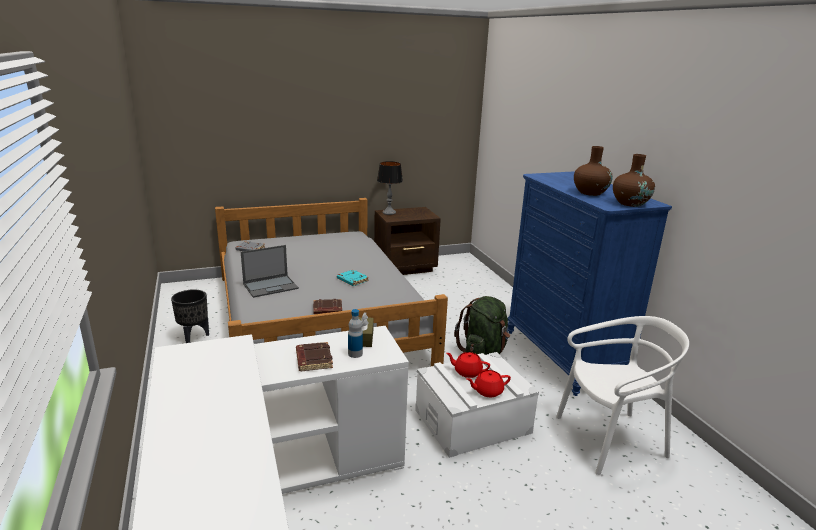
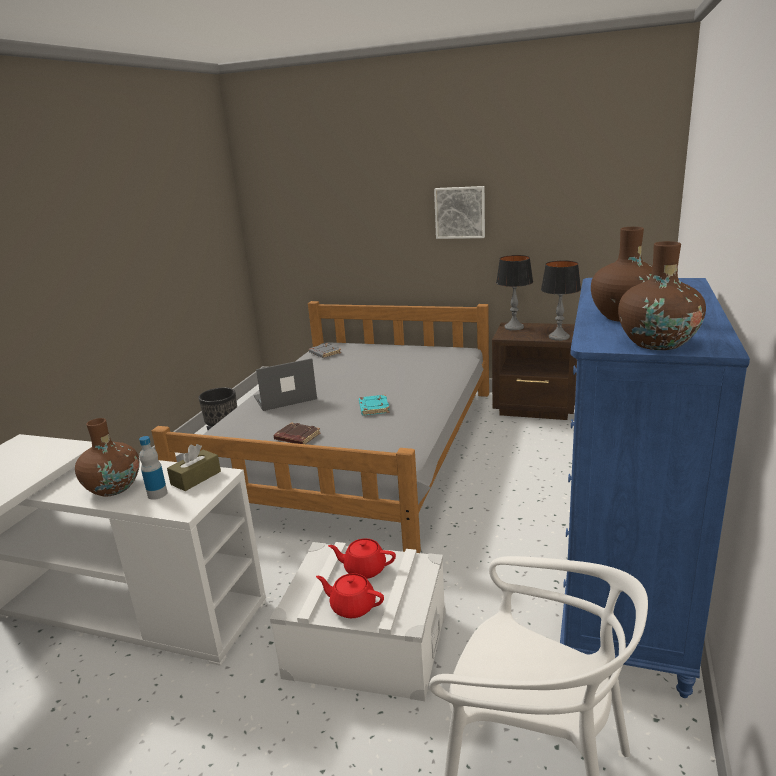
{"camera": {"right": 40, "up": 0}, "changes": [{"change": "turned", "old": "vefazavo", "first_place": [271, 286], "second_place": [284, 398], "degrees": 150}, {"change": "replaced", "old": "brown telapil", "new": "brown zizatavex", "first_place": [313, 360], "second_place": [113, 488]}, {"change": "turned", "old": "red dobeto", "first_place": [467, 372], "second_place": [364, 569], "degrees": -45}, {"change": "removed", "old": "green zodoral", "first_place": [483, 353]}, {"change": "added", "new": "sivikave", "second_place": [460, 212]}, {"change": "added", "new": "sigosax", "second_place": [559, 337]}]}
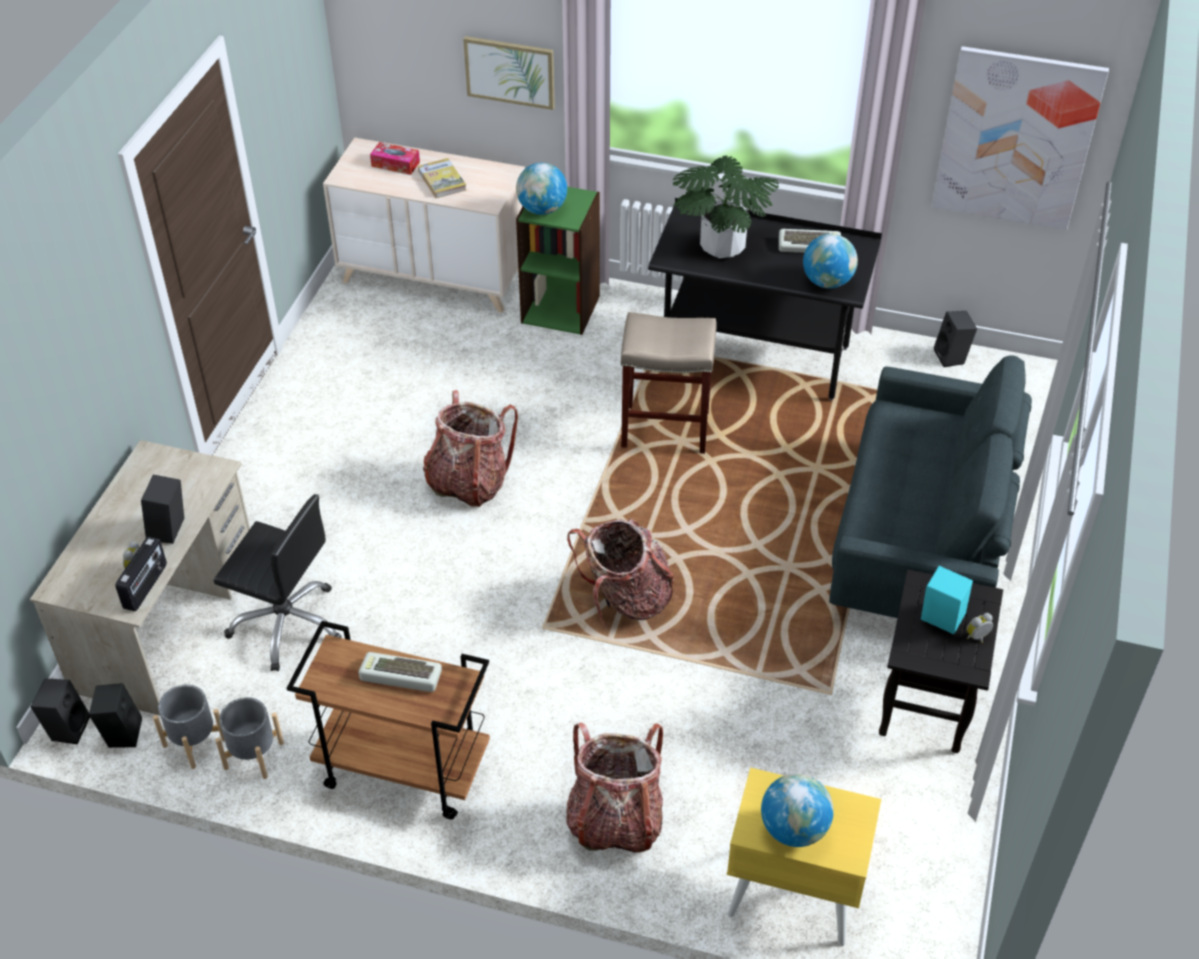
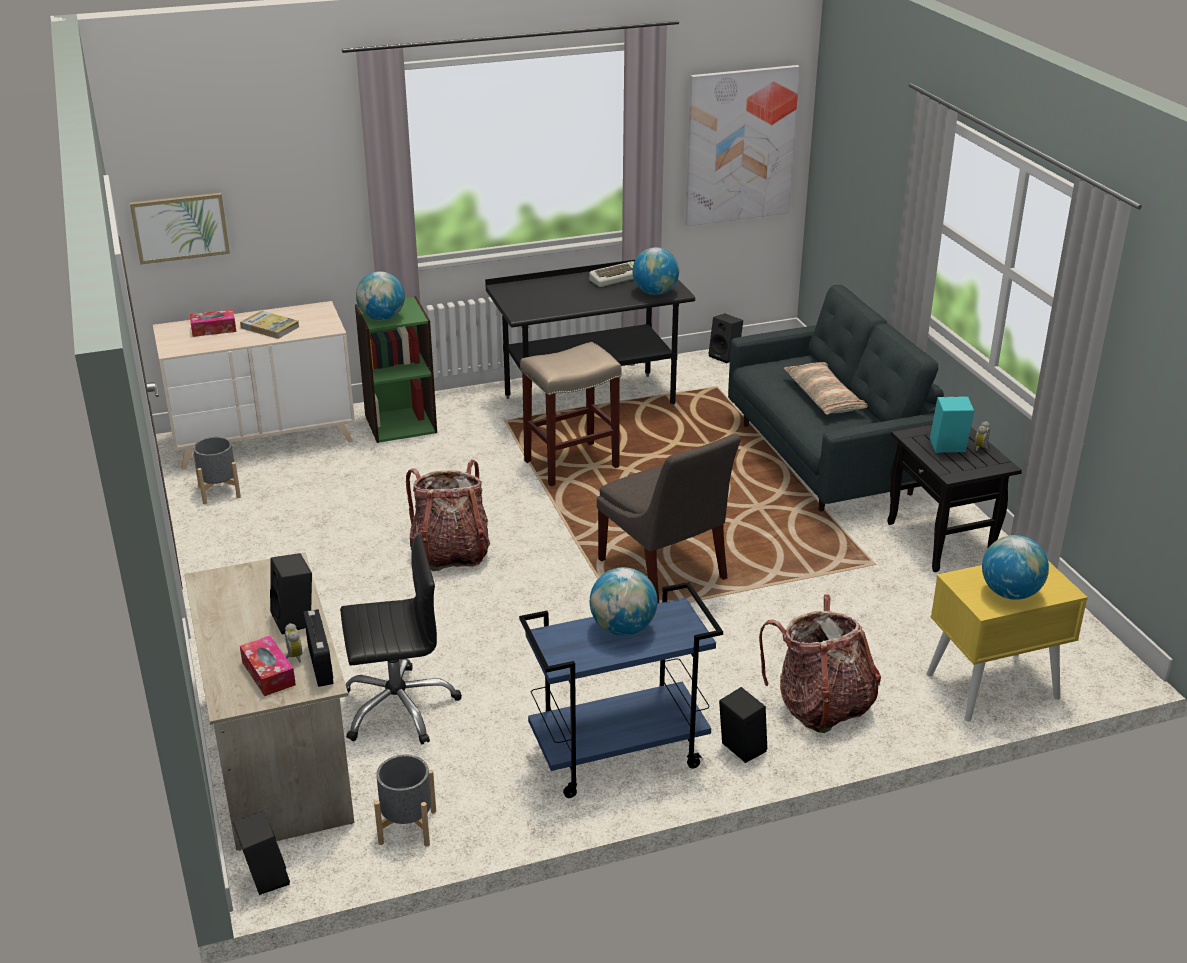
{"camera": {"right": -35, "up": -15}, "changes": [{"change": "moved", "old": "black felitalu", "first_place": [121, 732], "second_place": [740, 749]}, {"change": "moved", "old": "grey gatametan", "first_place": [253, 755], "second_place": [219, 492]}, {"change": "recoloured", "old": "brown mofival", "new": "blue mofival", "first_place": [402, 770], "second_place": [617, 756]}, {"change": "replaced", "old": "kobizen", "new": "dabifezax", "first_place": [399, 676], "second_place": [623, 629]}, {"change": "moved", "old": "sivikave", "first_place": [510, 71], "second_place": [180, 227]}, {"change": "replaced", "old": "zodoral", "new": "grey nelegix", "first_place": [626, 599], "second_place": [664, 573]}, {"change": "removed", "old": "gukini", "first_place": [723, 247]}, {"change": "added", "new": "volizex", "second_place": [268, 673]}, {"change": "added", "new": "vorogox", "second_place": [824, 398]}]}
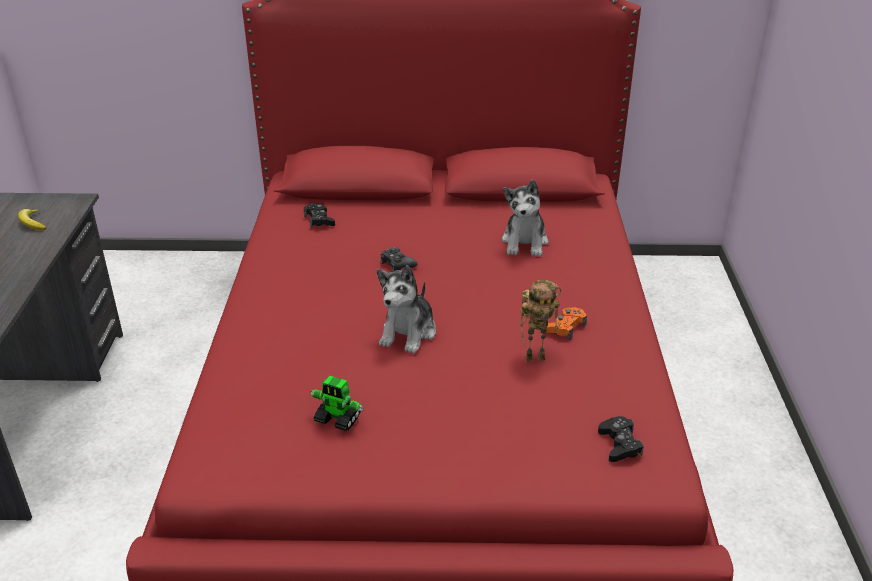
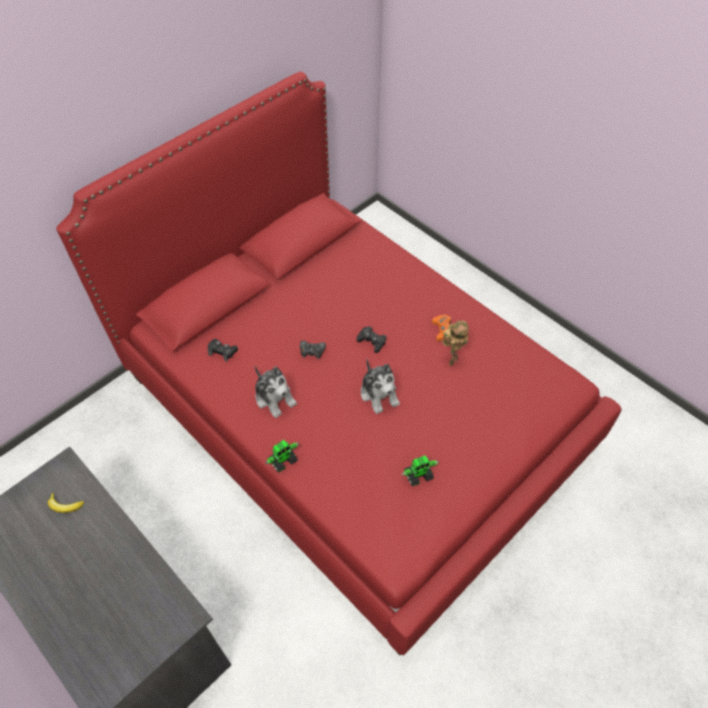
{"camera": {"right": -45, "up": 20}, "changes": [{"change": "moved", "old": "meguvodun", "first_place": [525, 242], "second_place": [274, 397]}, {"change": "moved", "old": "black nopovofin", "first_place": [619, 444], "second_place": [372, 341]}, {"change": "added", "new": "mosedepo", "second_place": [283, 460]}]}
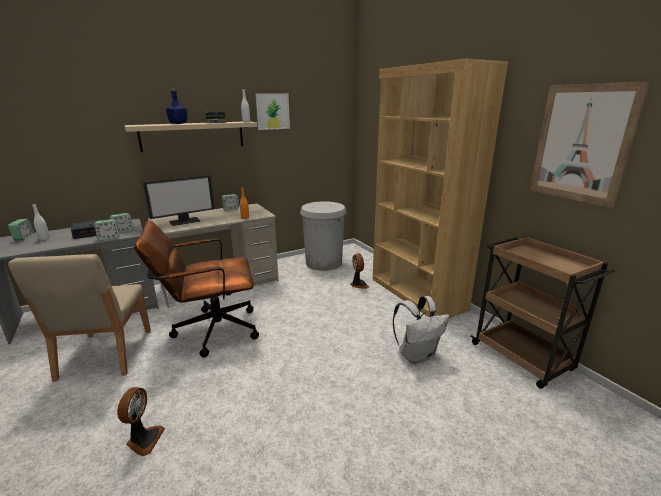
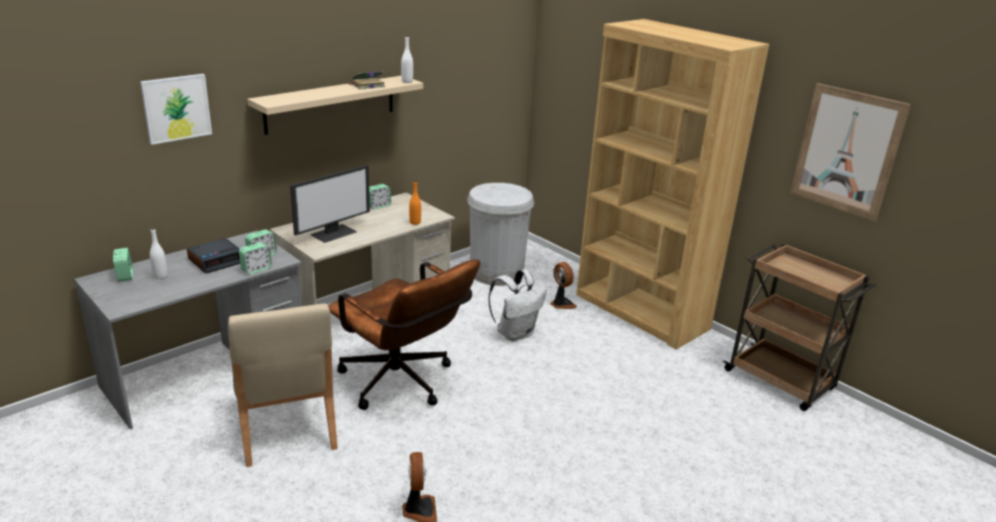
{"camera": {"right": -15, "up": 5}, "changes": [{"change": "turned", "old": "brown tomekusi", "first_place": [209, 331], "second_place": [402, 385], "degrees": -105}, {"change": "removed", "old": "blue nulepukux", "first_place": [178, 123]}, {"change": "moved", "old": "sivikave", "first_place": [272, 111], "second_place": [176, 108]}, {"change": "moved", "old": "white zodoral", "first_place": [417, 355], "second_place": [515, 333]}]}
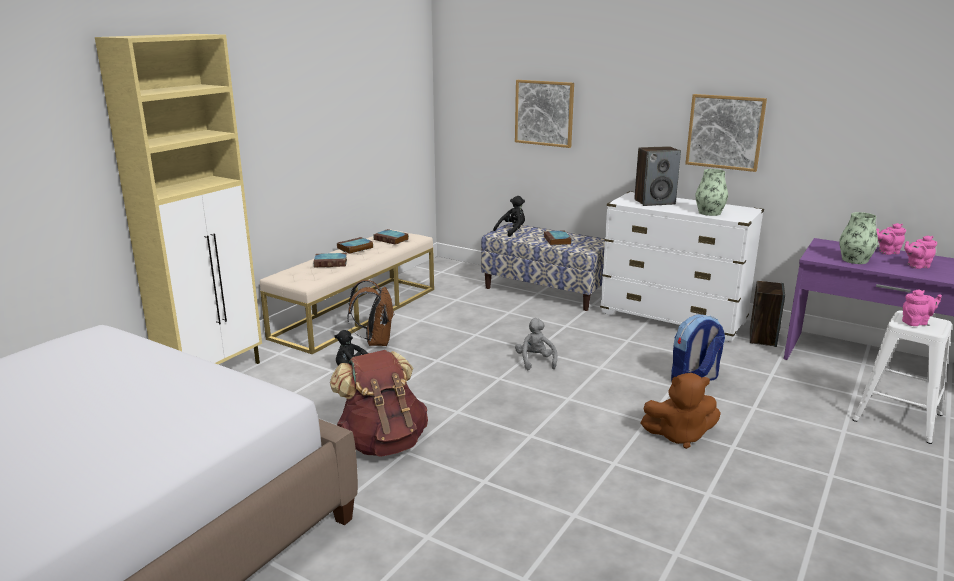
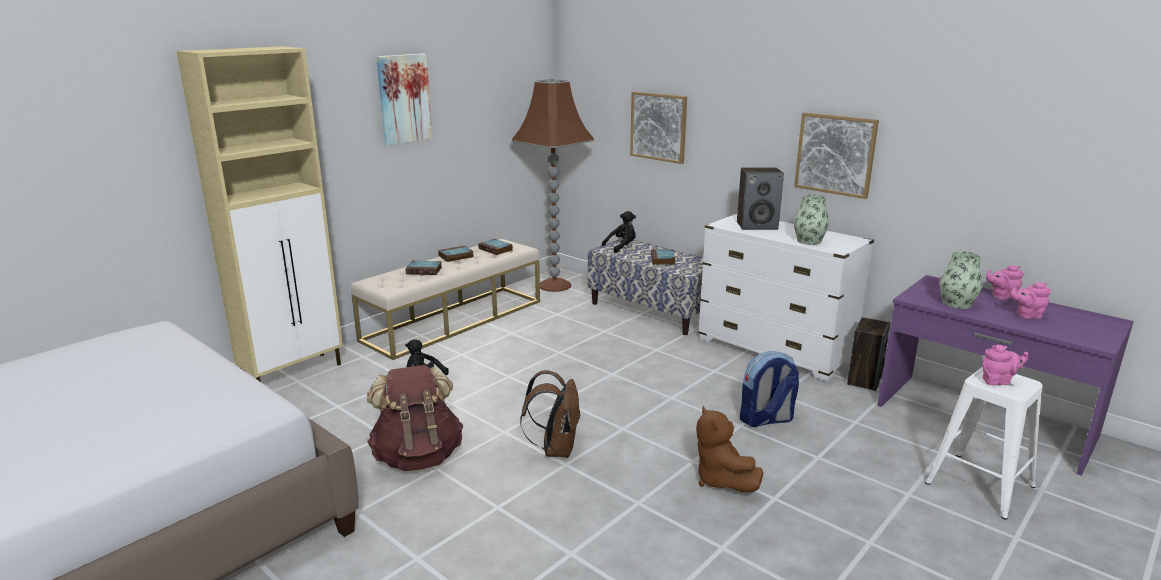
{"camera": {"right": 10, "up": 0}, "changes": [{"change": "moved", "old": "brown zodoral", "first_place": [376, 342], "second_place": [556, 449]}, {"change": "removed", "old": "grey meguvodun", "first_place": [535, 361]}, {"change": "turned", "old": "brown meguvodun", "first_place": [679, 435], "second_place": [721, 480], "degrees": 60}, {"change": "added", "new": "sivikave", "second_place": [404, 99]}, {"change": "added", "new": "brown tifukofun", "second_place": [553, 285]}]}
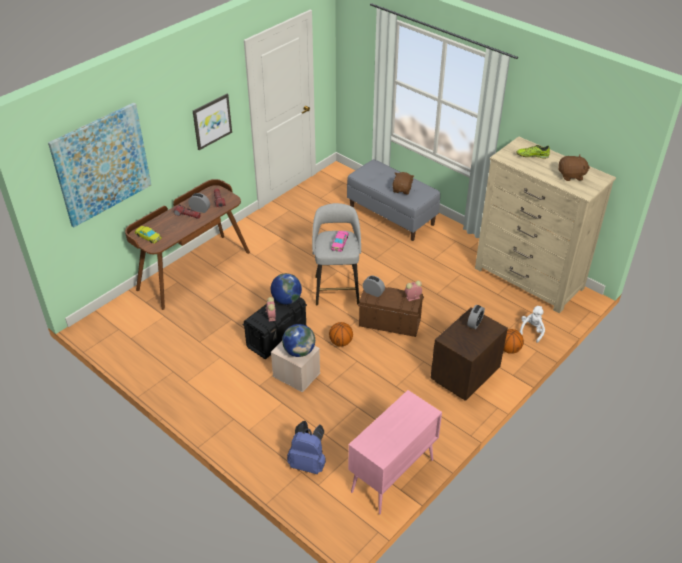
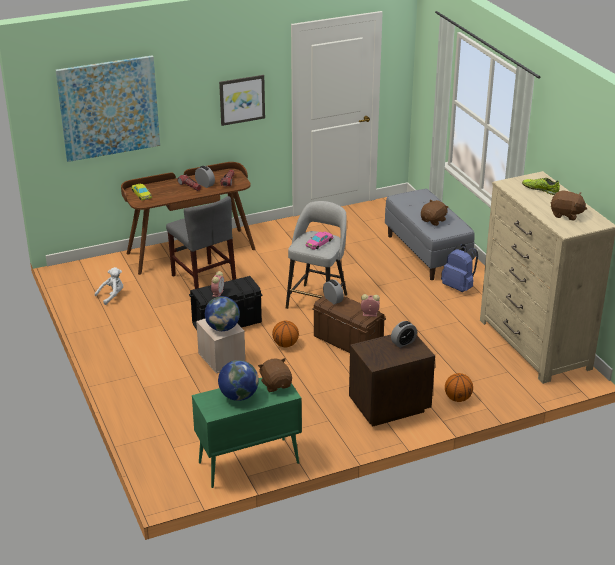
{"camera": {"right": 25, "up": -10}, "changes": [{"change": "moved", "old": "dabifezax", "first_place": [286, 300], "second_place": [238, 396]}, {"change": "moved", "old": "blue zodoral", "first_place": [308, 463], "second_place": [459, 287]}, {"change": "recoloured", "old": "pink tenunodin", "new": "green tenunodin", "first_place": [392, 476], "second_place": [248, 463]}, {"change": "moved", "old": "white meguvodun", "first_place": [531, 331], "second_place": [112, 296]}, {"change": "added", "new": "grey nelegix", "second_place": [203, 280]}, {"change": "added", "new": "brown meguvodun", "second_place": [276, 384]}]}
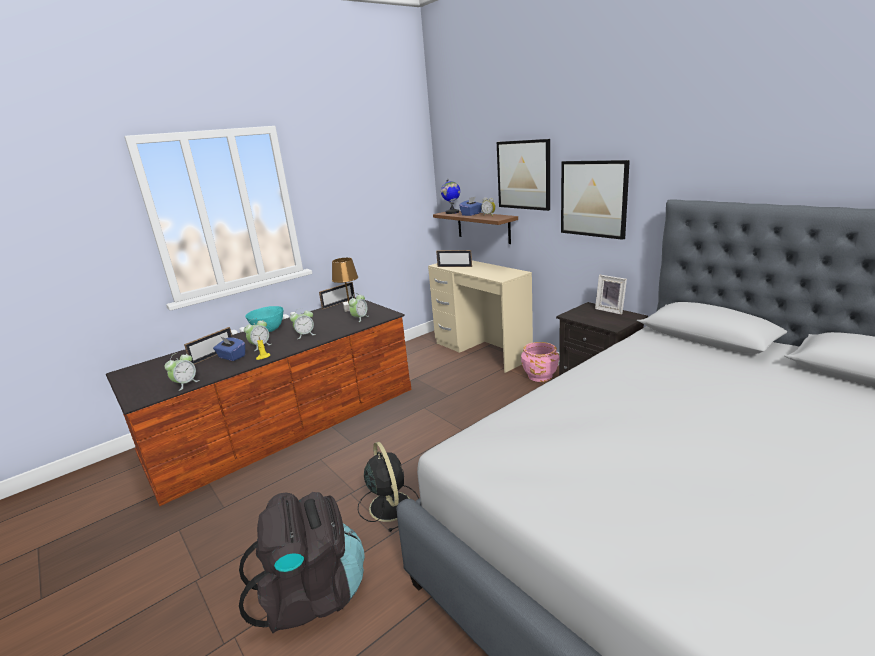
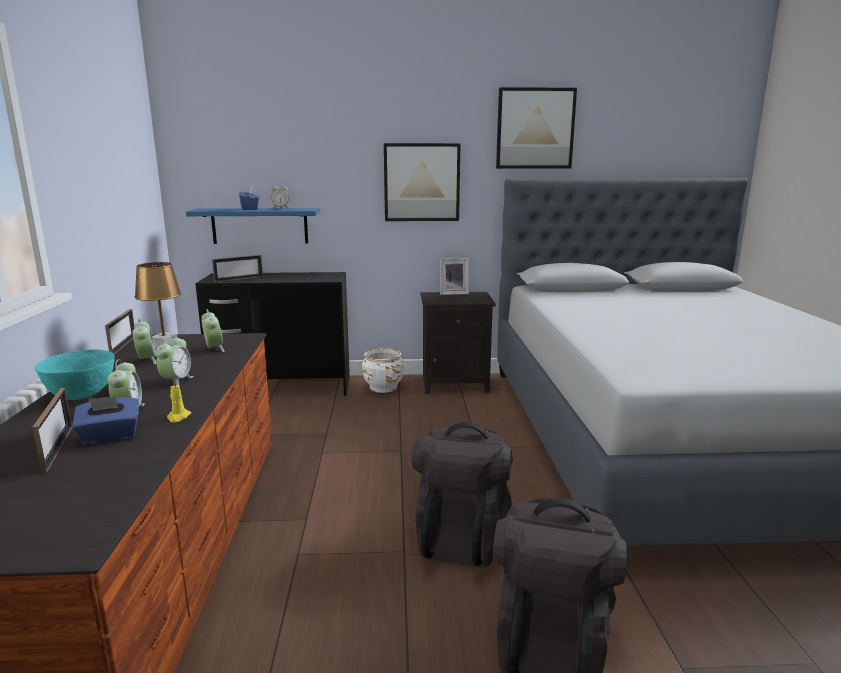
{"camera": {"right": -55, "up": -5}, "changes": [{"change": "moved", "old": "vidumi", "first_place": [185, 384], "second_place": [146, 360]}, {"change": "replaced", "old": "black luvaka", "new": "black zodoral", "first_place": [389, 505], "second_place": [461, 536]}, {"change": "recoloured", "old": "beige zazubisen", "new": "black zazubisen", "first_place": [482, 350], "second_place": [282, 387]}, {"change": "recoloured", "old": "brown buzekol", "new": "blue buzekol", "first_place": [483, 226], "second_place": [260, 226]}, {"change": "removed", "old": "dabifezax", "first_place": [452, 212]}, {"change": "moved", "old": "sivikave", "first_place": [524, 175], "second_place": [535, 129]}, {"change": "recoloured", "old": "pink gatametan", "new": "white gatametan", "first_place": [540, 376], "second_place": [383, 387]}]}
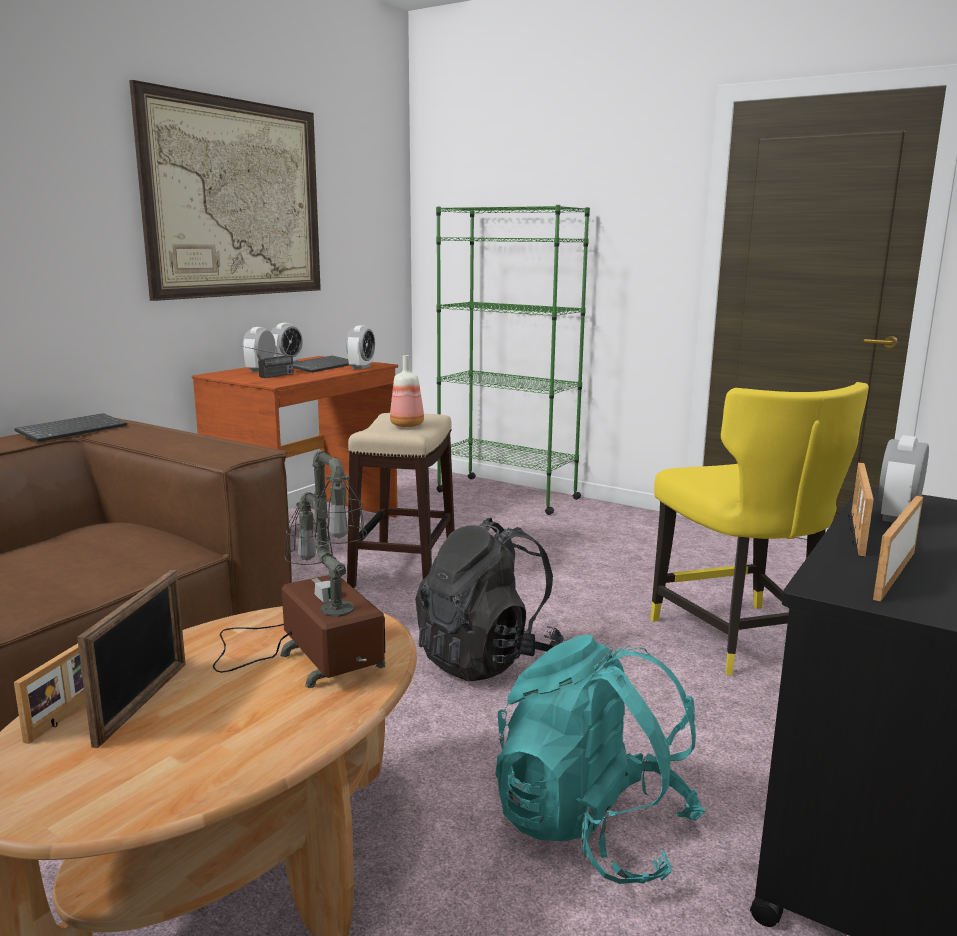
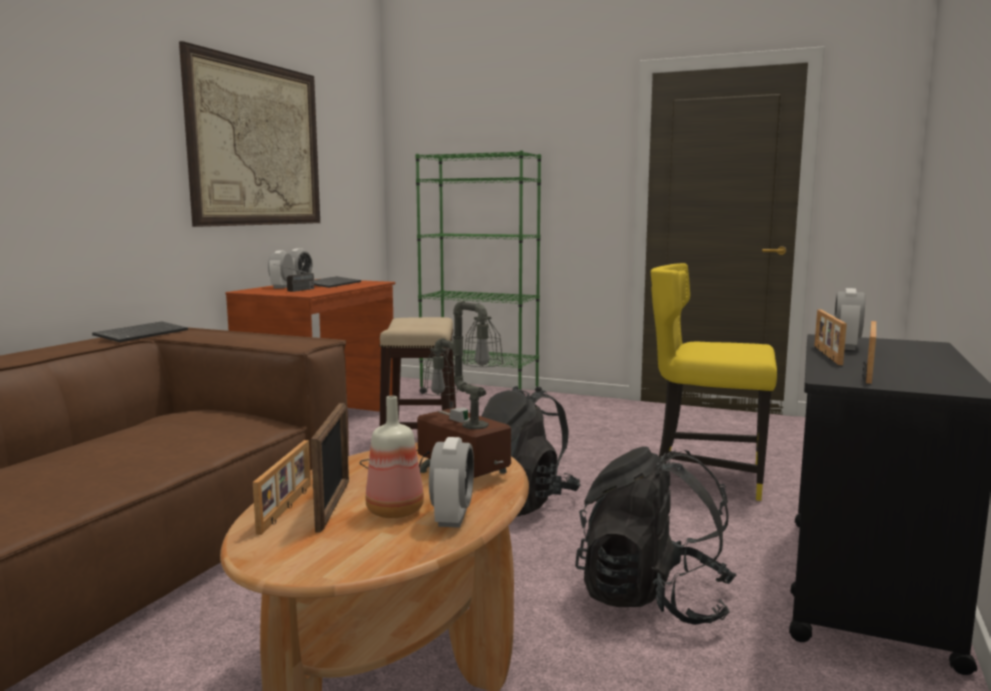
{"camera": {"right": -10, "up": -5}, "changes": [{"change": "moved", "old": "vidumi", "first_place": [361, 367], "second_place": [452, 518]}, {"change": "moved", "old": "nulepukux", "first_place": [408, 425], "second_place": [397, 511]}, {"change": "recoloured", "old": "turquoise zodoral", "new": "black zodoral", "first_place": [592, 828], "second_place": [653, 599]}, {"change": "turned", "old": "yellow nelegix", "first_place": [739, 640], "second_place": [706, 476], "degrees": 135}]}
